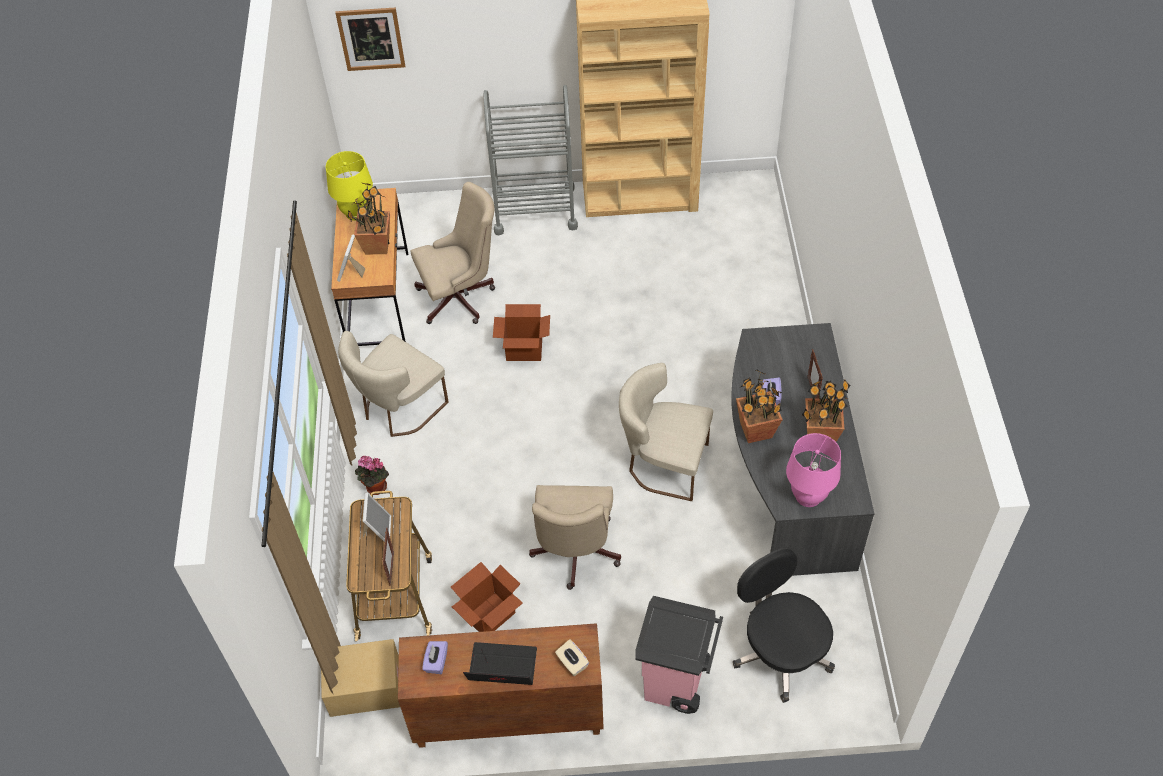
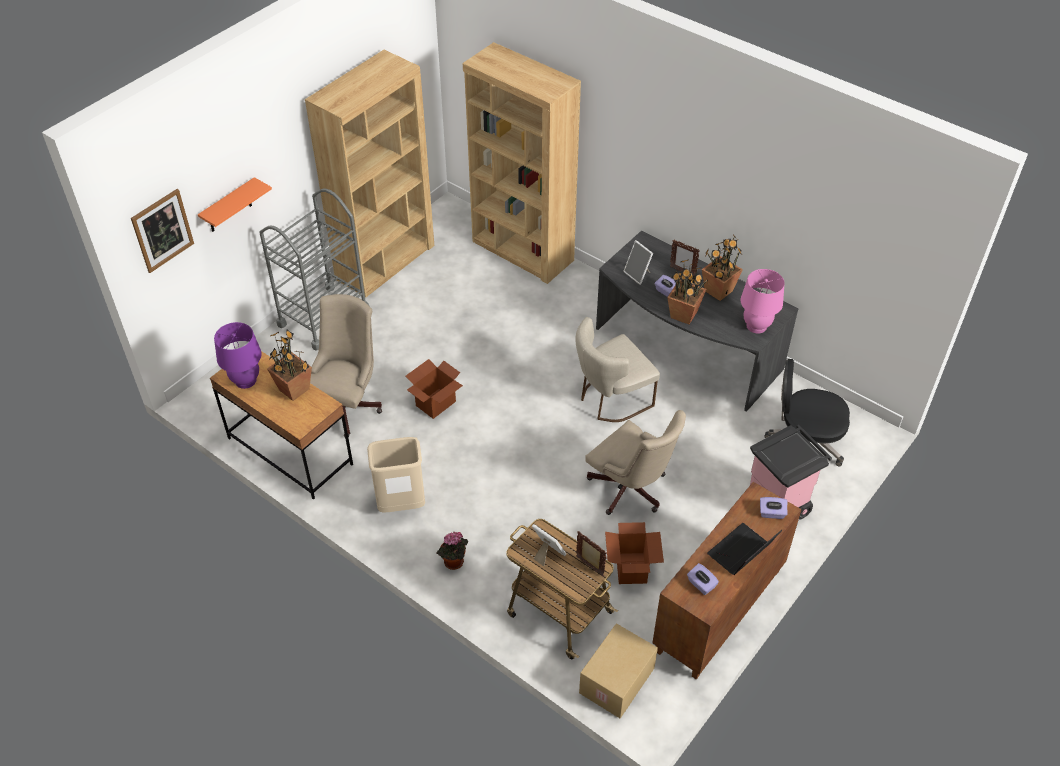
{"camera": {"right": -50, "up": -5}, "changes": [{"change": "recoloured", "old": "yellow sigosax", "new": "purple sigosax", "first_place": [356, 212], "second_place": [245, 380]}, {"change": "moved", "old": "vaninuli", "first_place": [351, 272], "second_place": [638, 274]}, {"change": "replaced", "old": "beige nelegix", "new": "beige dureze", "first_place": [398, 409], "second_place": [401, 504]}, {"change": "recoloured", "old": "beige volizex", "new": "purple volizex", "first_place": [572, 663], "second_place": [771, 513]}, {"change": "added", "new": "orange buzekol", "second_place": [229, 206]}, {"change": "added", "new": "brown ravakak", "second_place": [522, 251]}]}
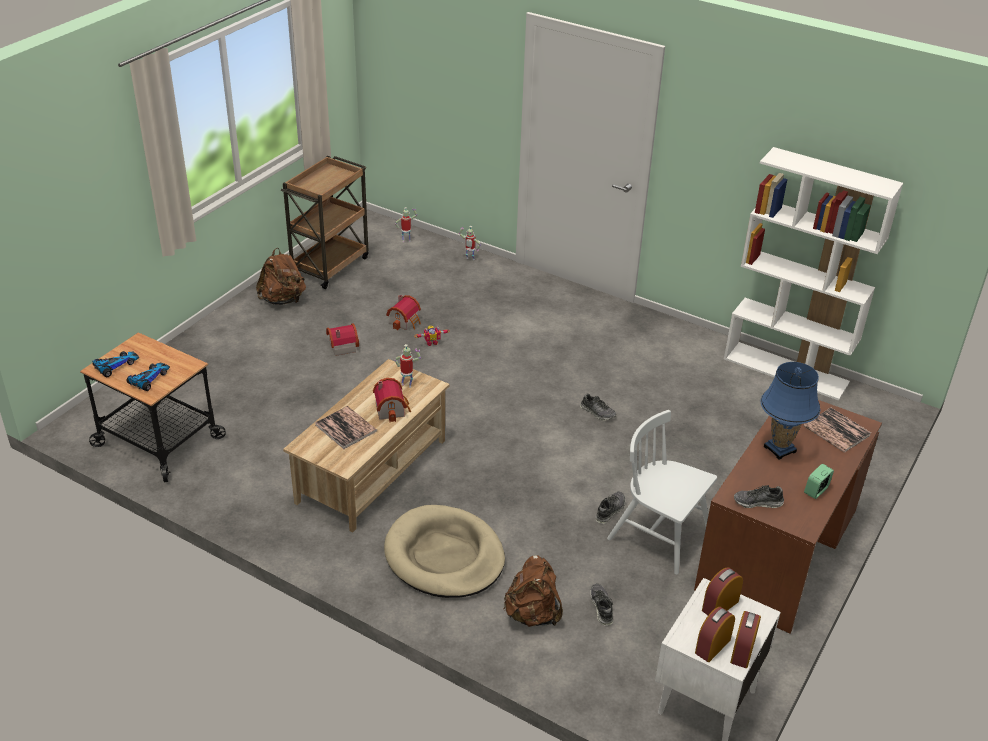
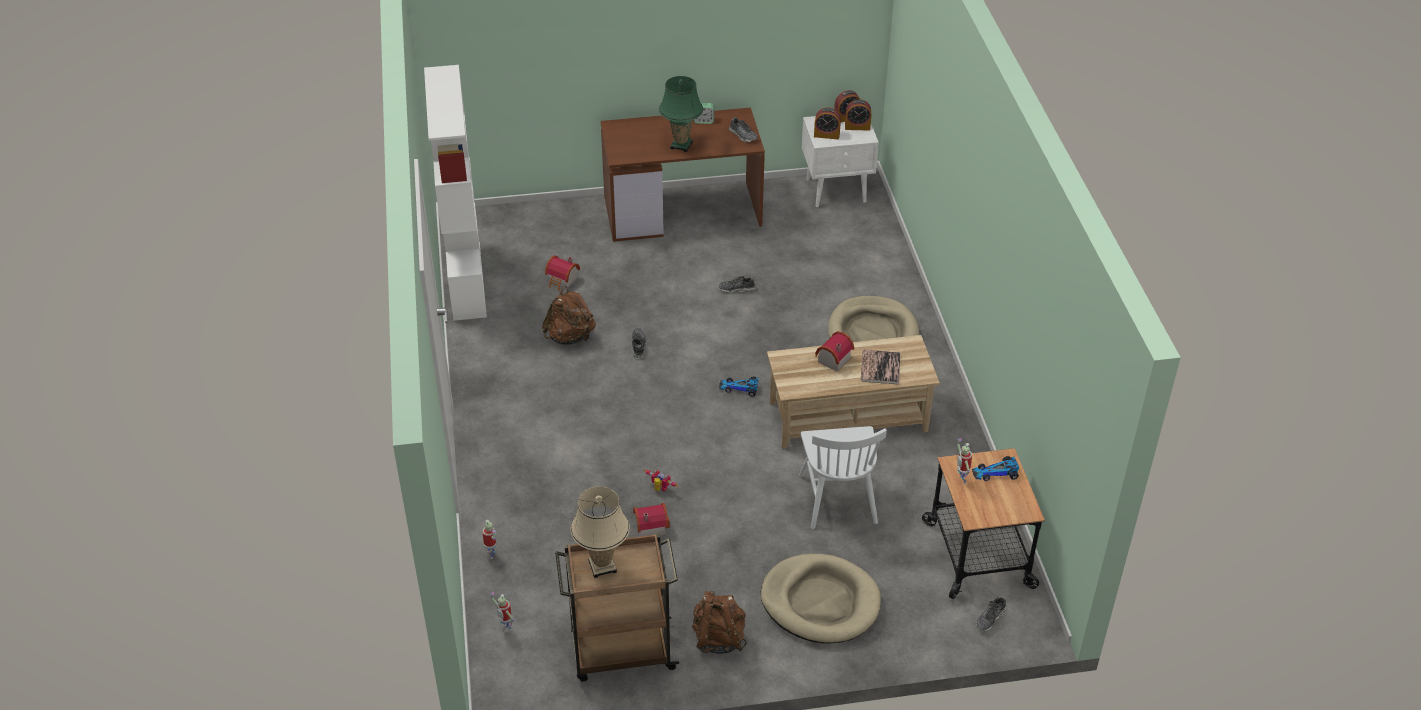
{"camera": {"right": -130, "up": 5}, "changes": [{"change": "moved", "old": "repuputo", "first_place": [115, 365], "second_place": [740, 388]}, {"change": "moved", "old": "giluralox", "first_place": [341, 346], "second_place": [562, 281]}, {"change": "moved", "old": "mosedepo", "first_place": [407, 384], "second_place": [961, 479]}, {"change": "moved", "old": "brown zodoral", "first_place": [532, 614], "second_place": [570, 337]}, {"change": "moved", "old": "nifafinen", "first_place": [601, 607], "second_place": [990, 618]}, {"change": "moved", "old": "white nelegix", "first_place": [659, 535], "second_place": [838, 498]}, {"change": "recoloured", "old": "blue sigosax", "new": "green sigosax", "first_place": [779, 449], "second_place": [681, 145]}, {"change": "removed", "old": "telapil", "first_place": [836, 431]}, {"change": "added", "new": "beige sigosax", "second_place": [602, 566]}, {"change": "added", "new": "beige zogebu", "second_place": [820, 602]}]}
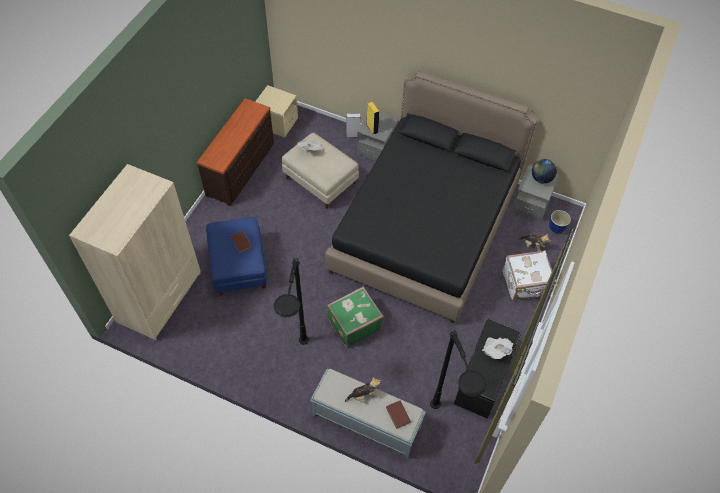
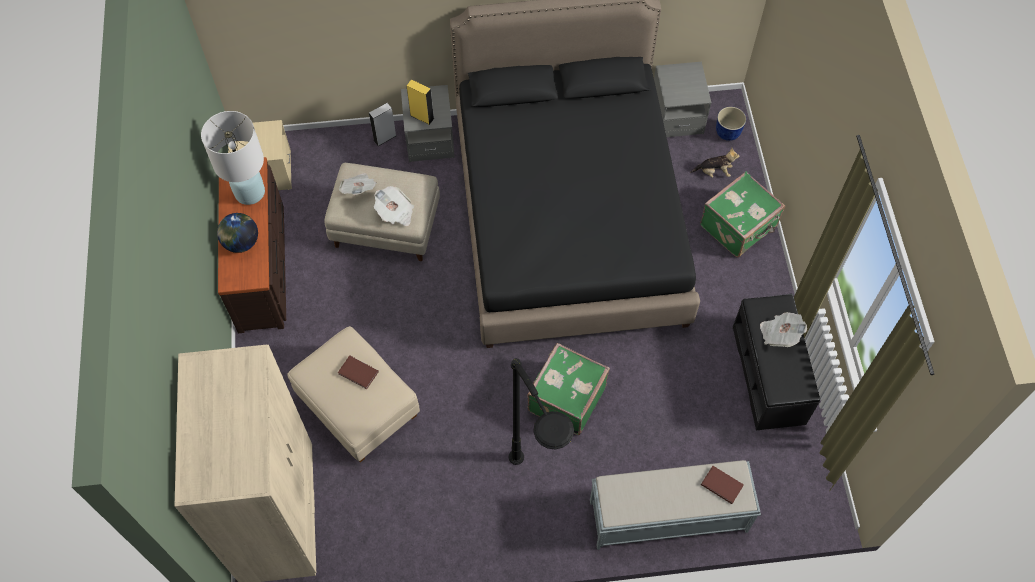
{"camera": {"right": -30, "up": 5}, "changes": [{"change": "recoloured", "old": "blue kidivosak", "new": "beige kidivosak", "first_place": [239, 266], "second_place": [359, 406]}, {"change": "removed", "old": "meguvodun", "first_place": [364, 395]}, {"change": "removed", "old": "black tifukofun", "first_place": [445, 436]}, {"change": "recoloured", "old": "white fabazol", "new": "green fabazol", "first_place": [526, 284], "second_place": [739, 227]}, {"change": "moved", "old": "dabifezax", "first_place": [541, 178], "second_place": [241, 243]}, {"change": "added", "new": "white sigosax", "second_place": [250, 192]}, {"change": "added", "new": "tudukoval", "second_place": [395, 213]}]}
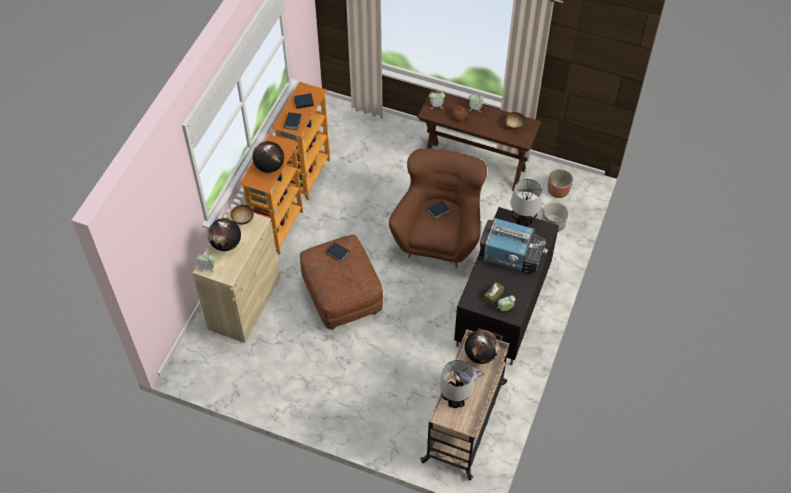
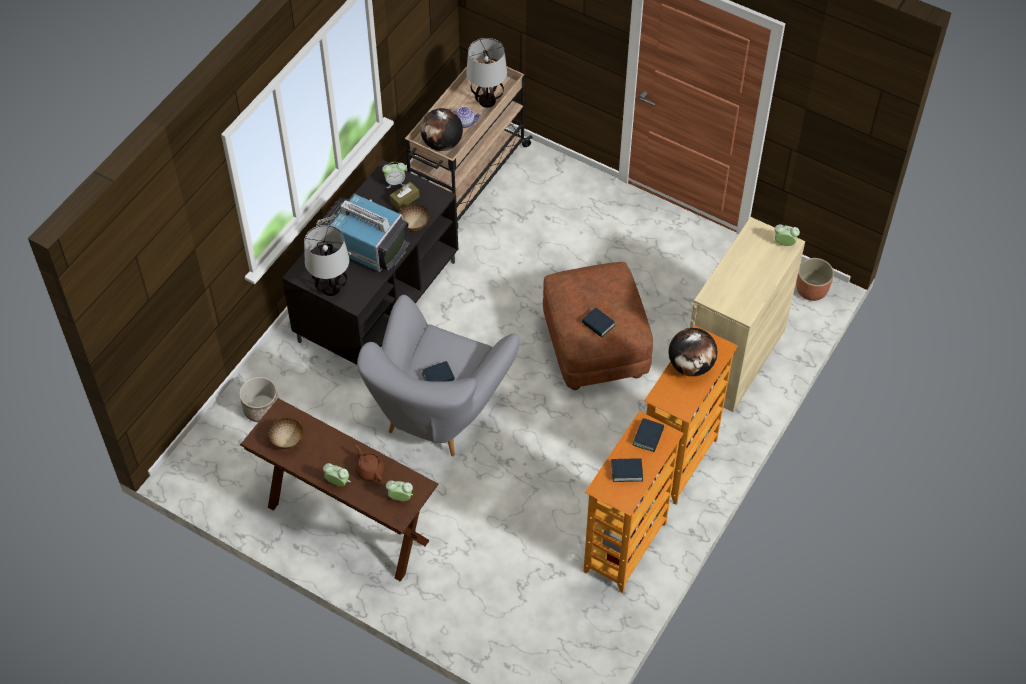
{"camera": {"right": -170, "up": 0}, "changes": [{"change": "removed", "old": "dabifezax", "first_place": [226, 244]}, {"change": "moved", "old": "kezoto", "first_place": [243, 219], "second_place": [413, 225]}, {"change": "recoloured", "old": "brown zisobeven", "new": "grey zisobeven", "first_place": [439, 237], "second_place": [438, 412]}, {"change": "moved", "old": "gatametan", "first_place": [558, 191], "second_place": [811, 290]}]}
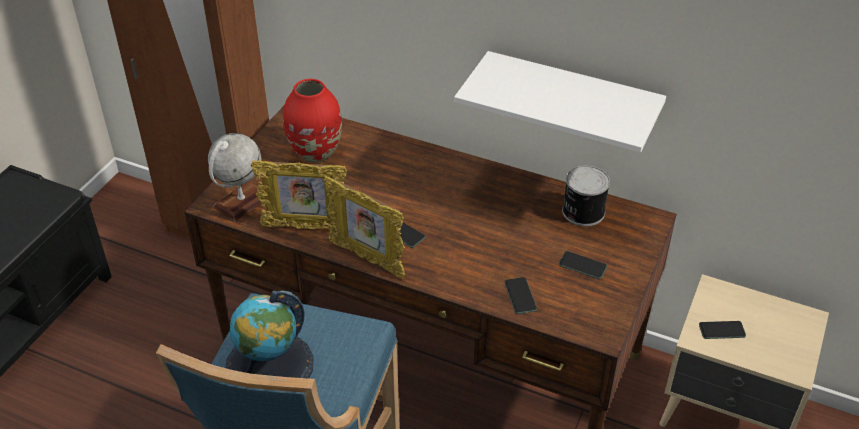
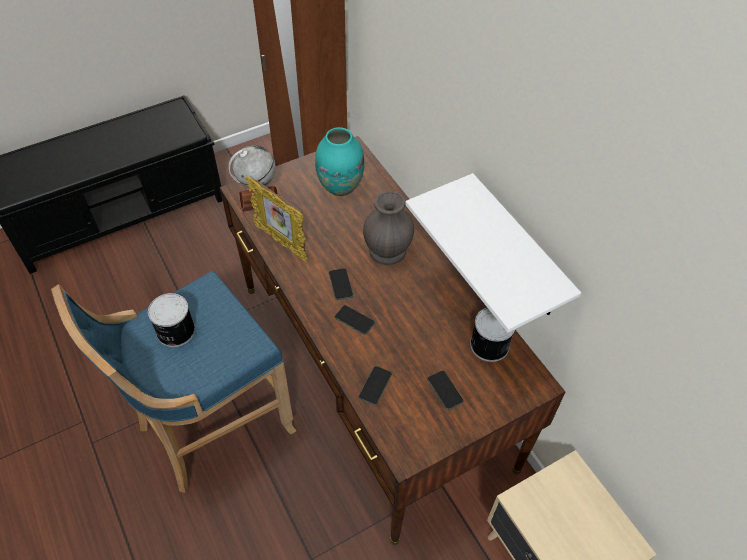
{"camera": {"right": 35, "up": 10}, "changes": [{"change": "replaced", "old": "dabifezax", "new": "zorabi", "first_place": [269, 366], "second_place": [175, 331]}, {"change": "recoloured", "old": "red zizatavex", "new": "turquoise zizatavex", "first_place": [316, 153], "second_place": [340, 187]}, {"change": "removed", "old": "vaninuli", "first_place": [367, 259]}, {"change": "moved", "old": "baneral", "first_place": [722, 330], "second_place": [354, 320]}, {"change": "added", "new": "grey zizatavex", "second_place": [388, 250]}]}
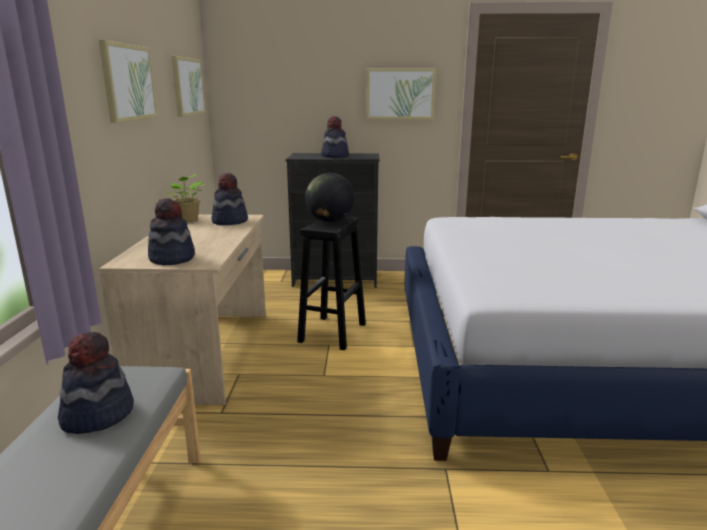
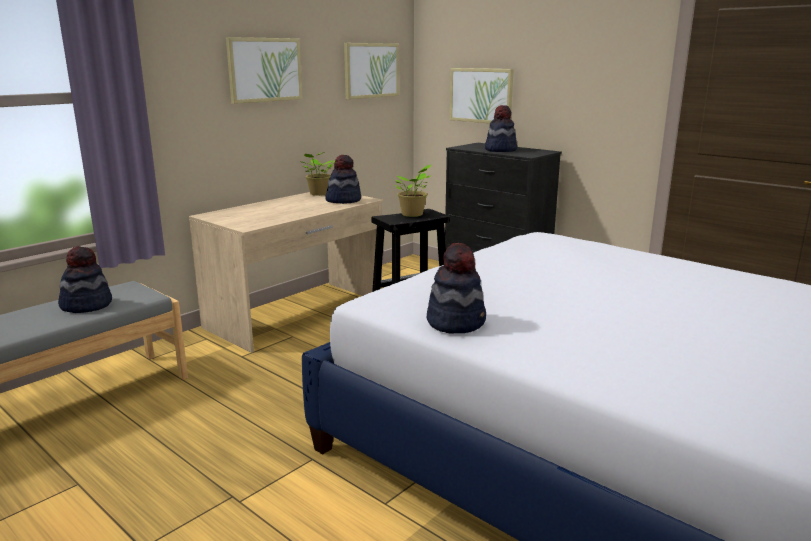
{"camera": {"right": 40, "up": 0}, "changes": [{"change": "moved", "old": "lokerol", "first_place": [172, 258], "second_place": [456, 322]}, {"change": "replaced", "old": "dabifezax", "new": "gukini", "first_place": [330, 221], "second_place": [413, 214]}, {"change": "moved", "old": "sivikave", "first_place": [400, 94], "second_place": [481, 95]}]}
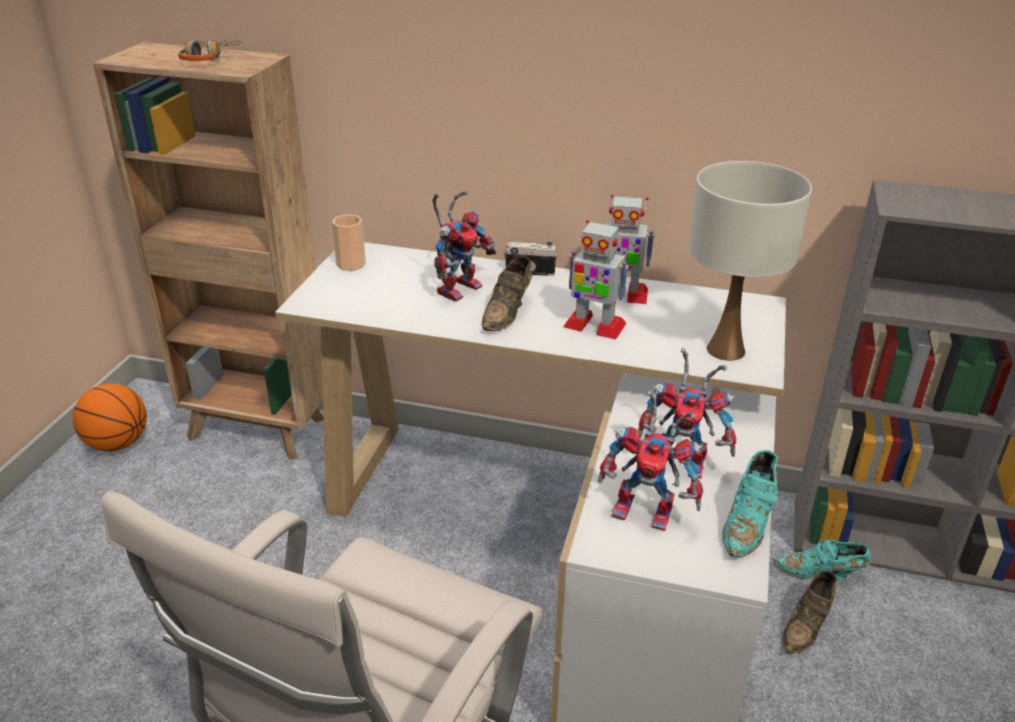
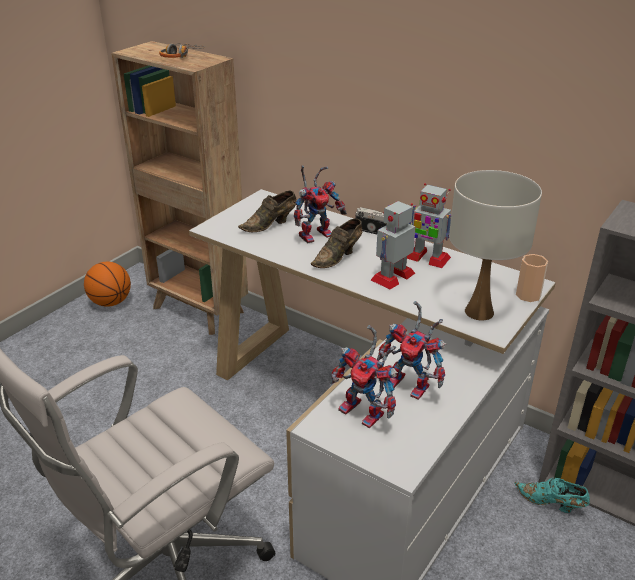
{"camera": {"right": 20, "up": 0}, "changes": [{"change": "moved", "old": "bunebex", "first_place": [351, 264], "second_place": [528, 295]}, {"change": "turned", "old": "mosedepo", "first_place": [593, 325], "second_place": [393, 276], "degrees": 90}, {"change": "removed", "old": "turquoise nifafinen", "first_place": [749, 522]}, {"change": "moved", "old": "brown nifafinen", "first_place": [807, 626], "second_place": [270, 225]}]}
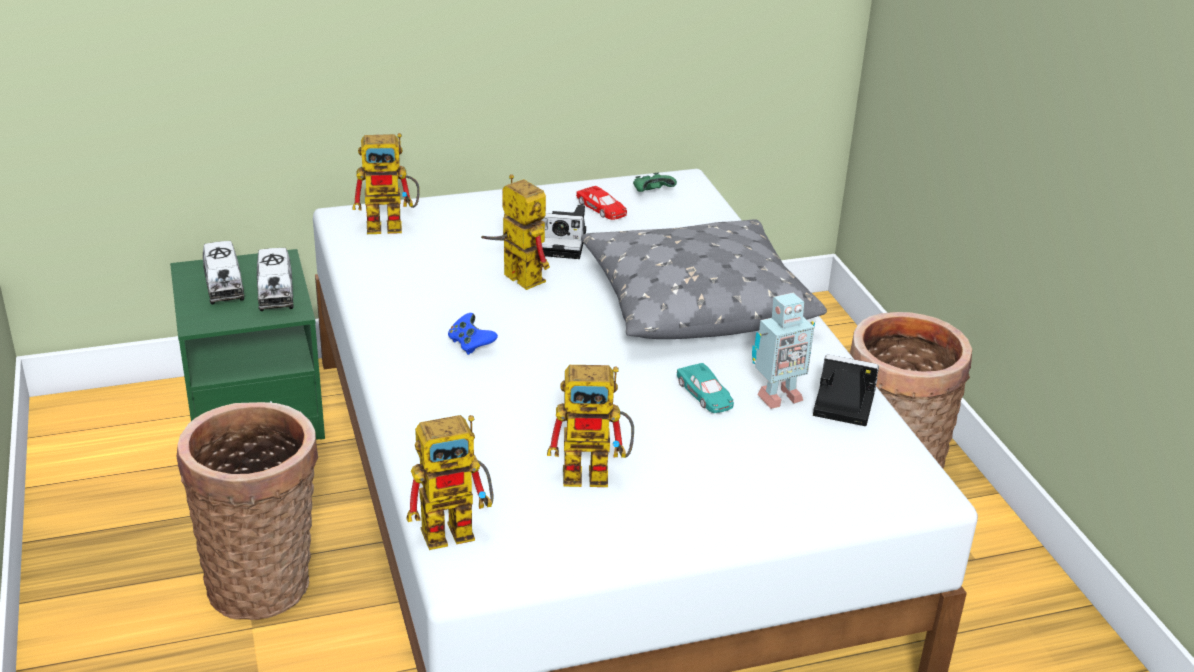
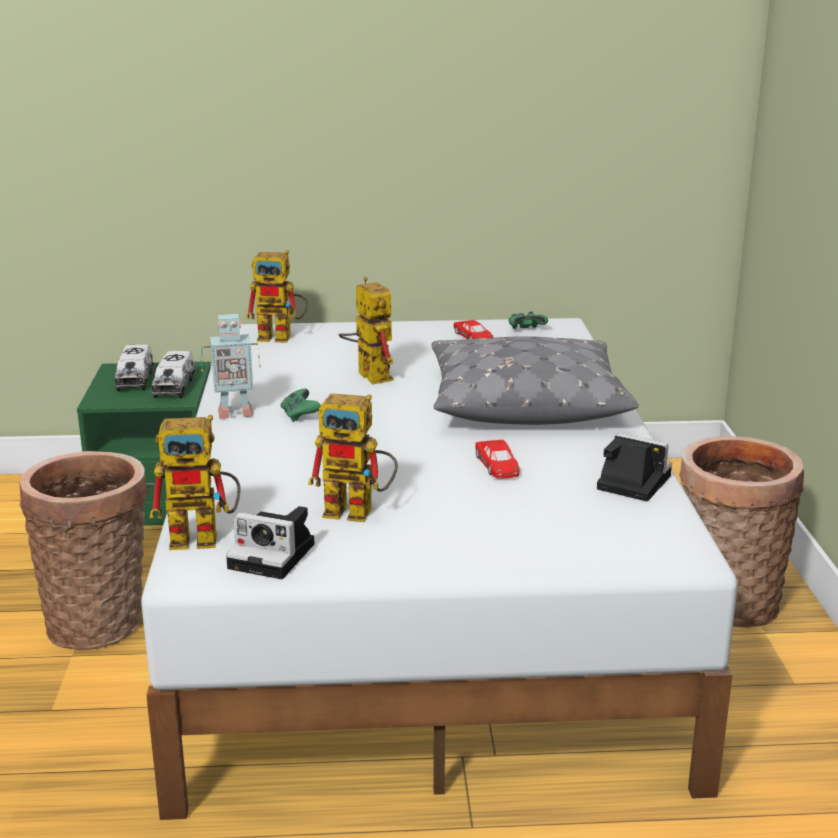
{"camera": {"right": 15, "up": -10}, "changes": [{"change": "recoloured", "old": "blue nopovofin", "new": "green nopovofin", "first_place": [470, 344], "second_place": [299, 415]}, {"change": "moved", "old": "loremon", "first_place": [563, 243], "second_place": [275, 556]}, {"change": "recoloured", "old": "turquoise repuputo", "new": "red repuputo", "first_place": [705, 394], "second_place": [497, 465]}, {"change": "moved", "old": "mosedepo", "first_place": [776, 396], "second_place": [234, 412]}]}
